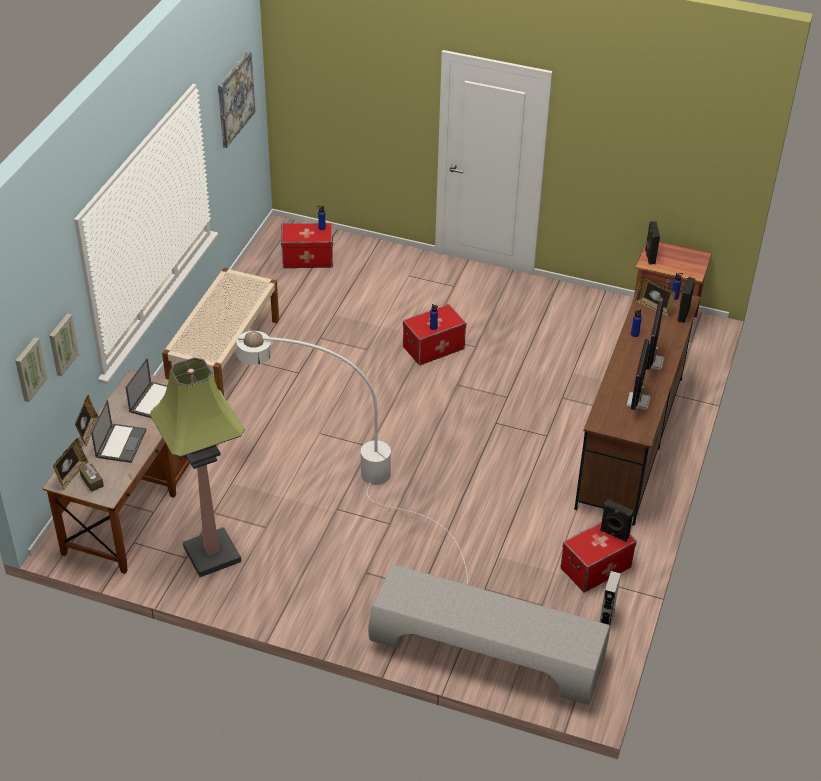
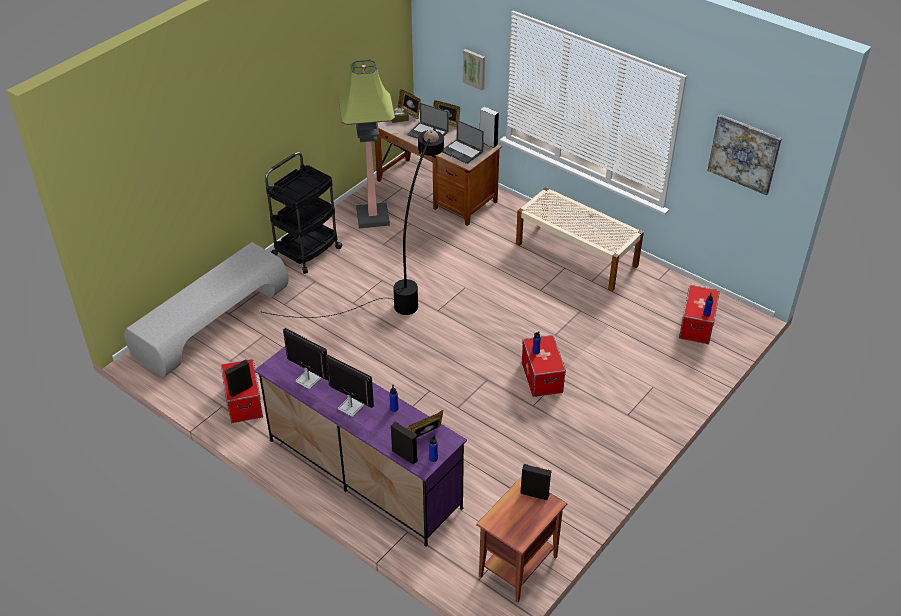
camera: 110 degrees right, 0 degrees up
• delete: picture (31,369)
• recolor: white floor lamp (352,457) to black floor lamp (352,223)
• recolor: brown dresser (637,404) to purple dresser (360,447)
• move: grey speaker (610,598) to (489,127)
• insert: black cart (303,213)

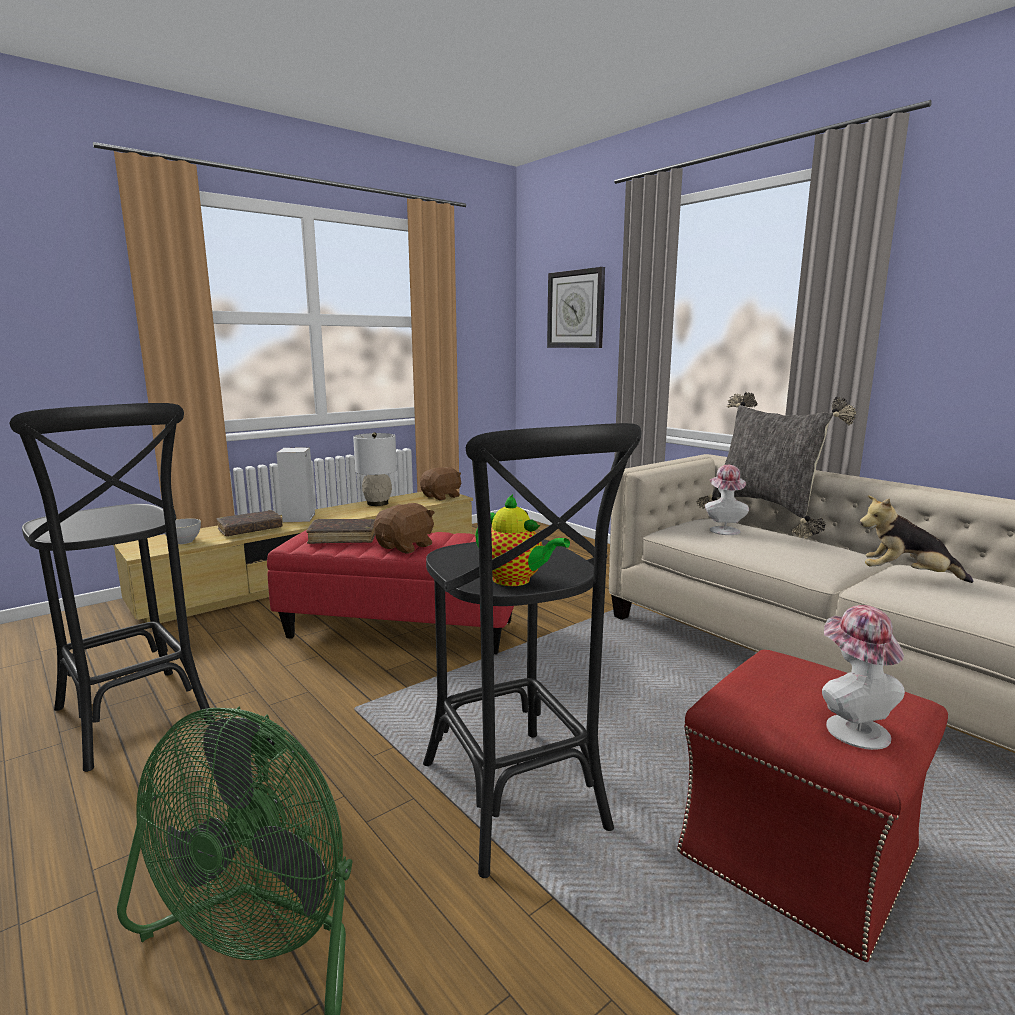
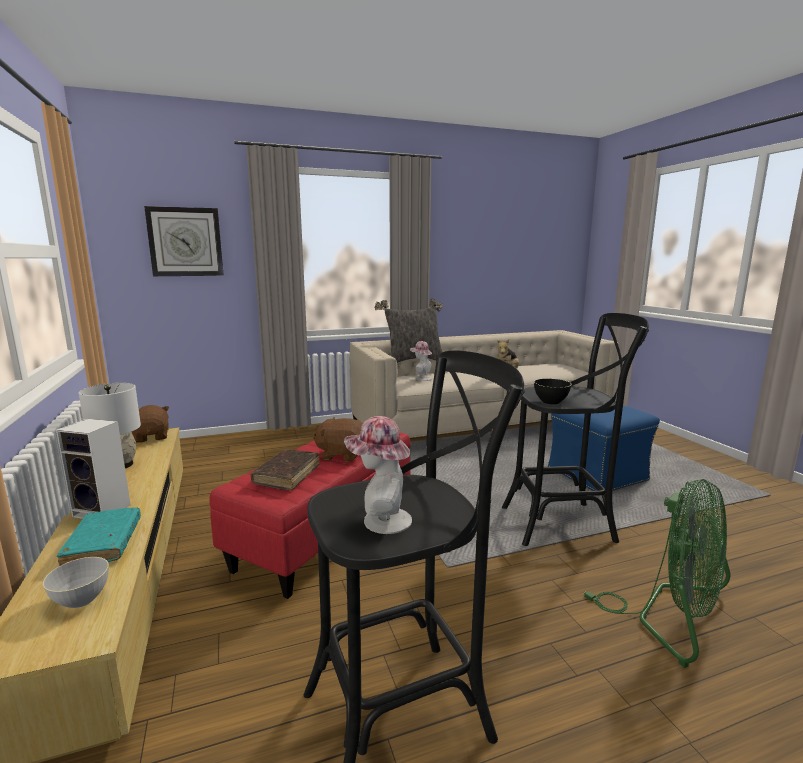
camera: 70 degrees left, 0 degrees up
• recolor: brown book (249,523) to turquoise book (99,537)
• rotate: brown plush toy (404,528) = (338,439) 45 degrees counterclockwise
• delete: teapot (522,540)
• recolor: red ottoman (812,806) to blue ottoman (604,448)
• move: hat (863,677) to (378,475)
• insert: black bowl (553,392)

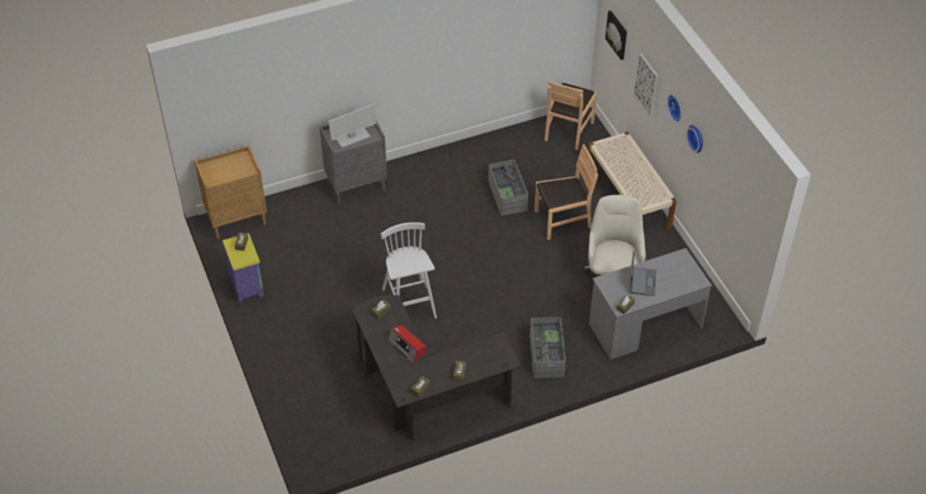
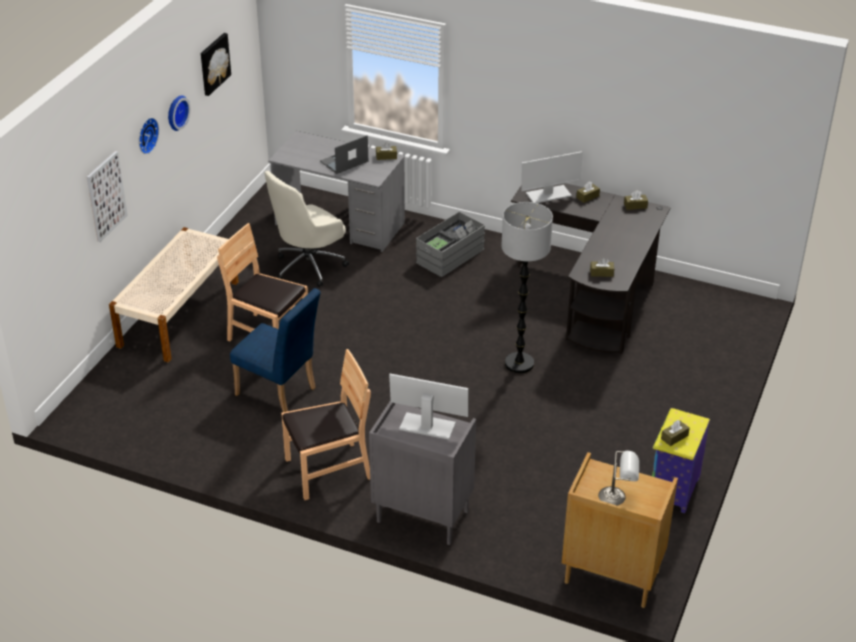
camera: 135 degrees left, 10 degrees down
• replace: white stool (409,270) to floor lamp (527,288)
• delete: radio (407,344)
• replace: grey storage box (508,188) to blue chair (275,350)
• move: brown chair (571,115) to (326,424)
• move: picture (616,35) to (216,64)
• insert: monitor (551,177)
• insert: white table lamp (618,478)

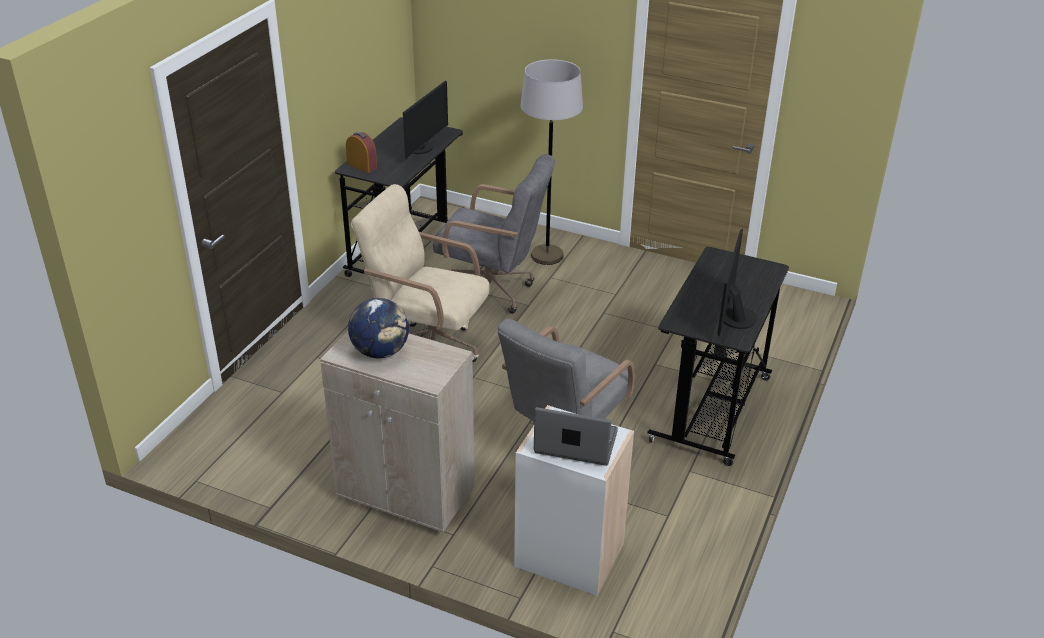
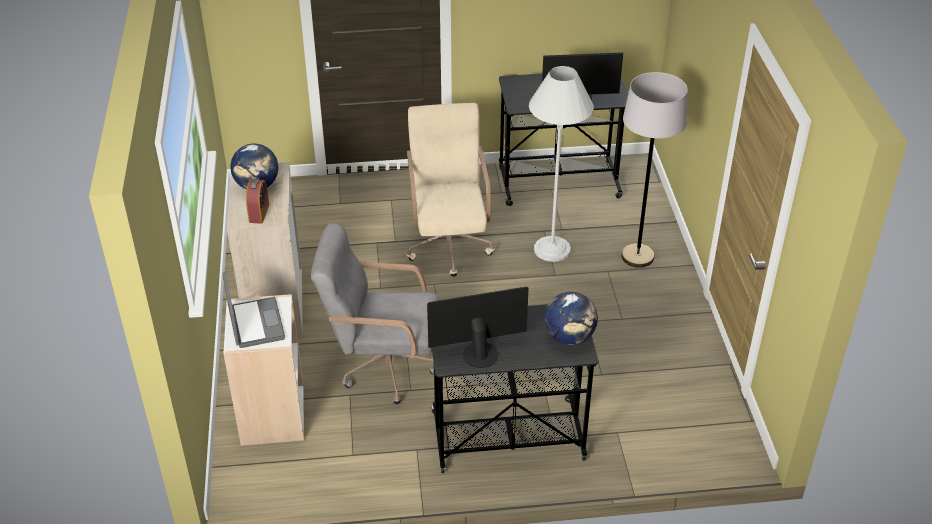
camera: 60 degrees right, 5 degrees up
• move: alarm clock (361,152) to (257,201)
• replace: grey office chair (494,234) to white floor lamp (561,164)
• insert: globe (571,318)

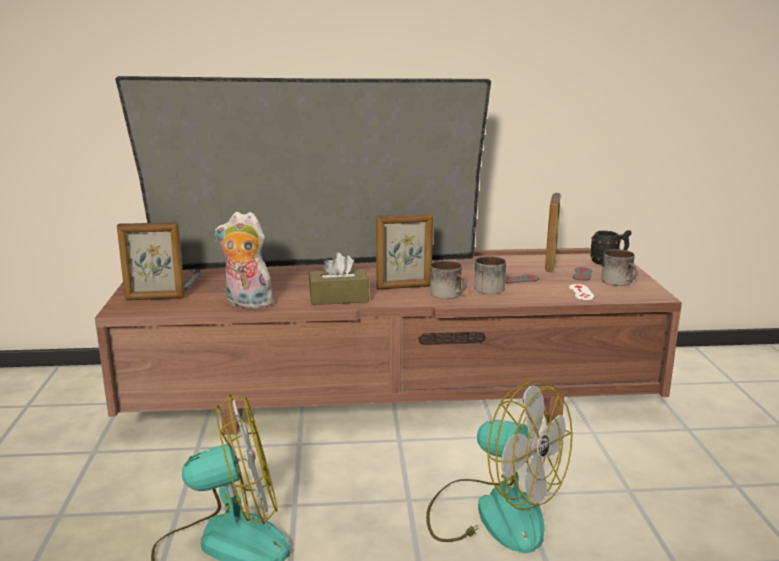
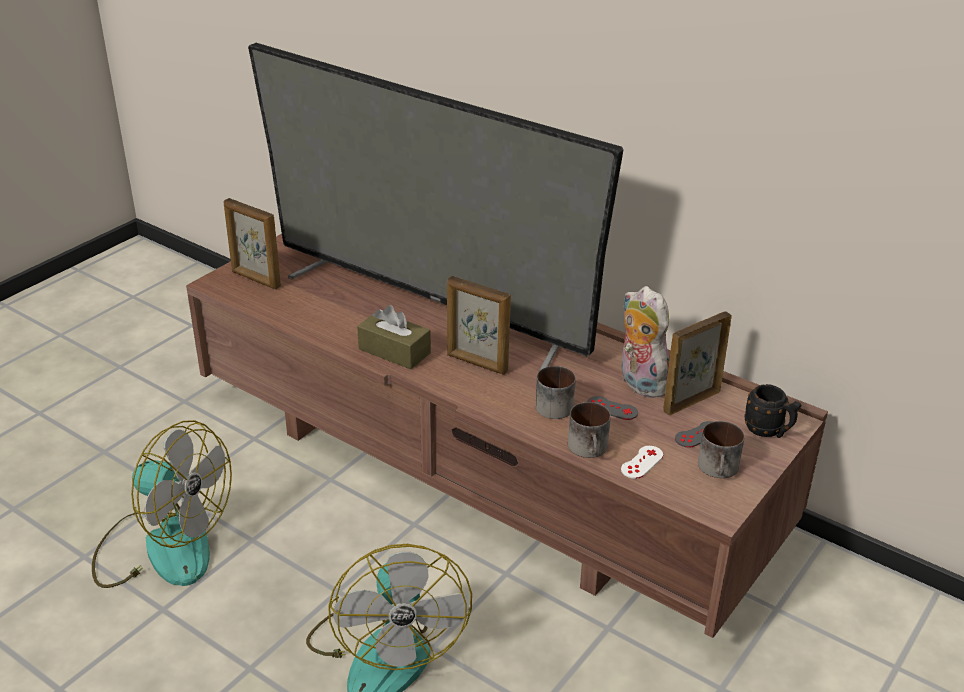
camera: 40 degrees right, 15 degrees up
• move: plush toy (246,260) to (645,342)
• move: mug (448,279) to (589,430)

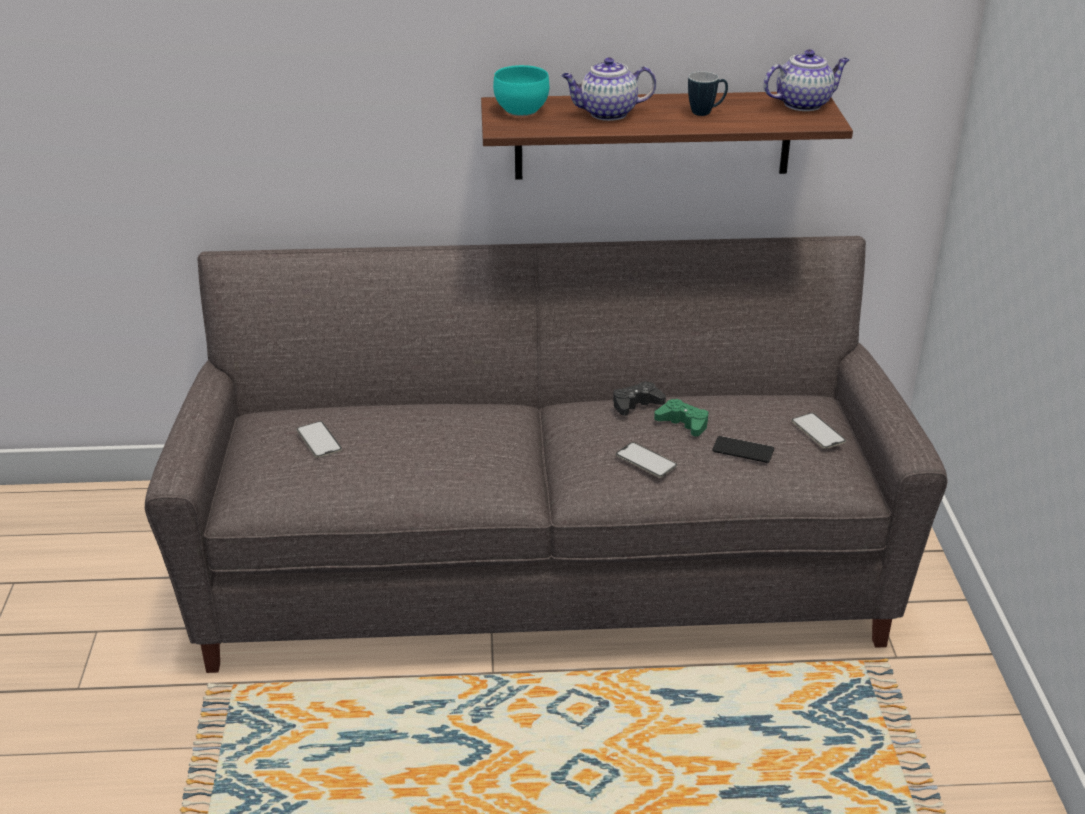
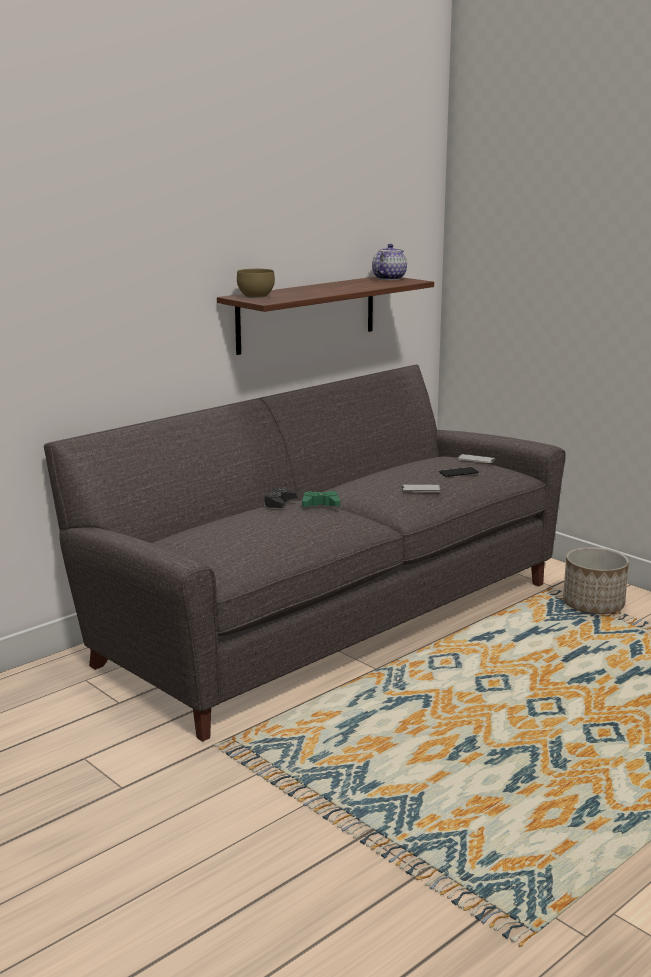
camera: 40 degrees left, 15 degrees down
• delete: phone (319,439)
• recolor: turquoise bowl (521,90) to brown bowl (256,283)
• delete: teapot (608,89)
• move: black game controller (639,398) to (281,497)
• move: green game controller (681,418) to (321,499)
• delete: mug (708,93)
• insert: planter (596,580)

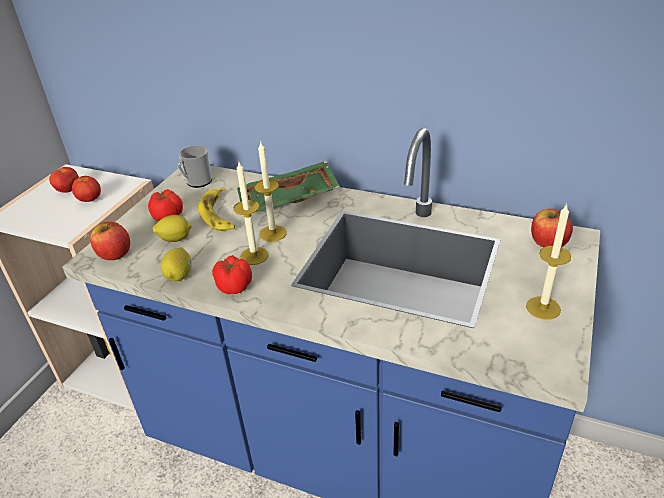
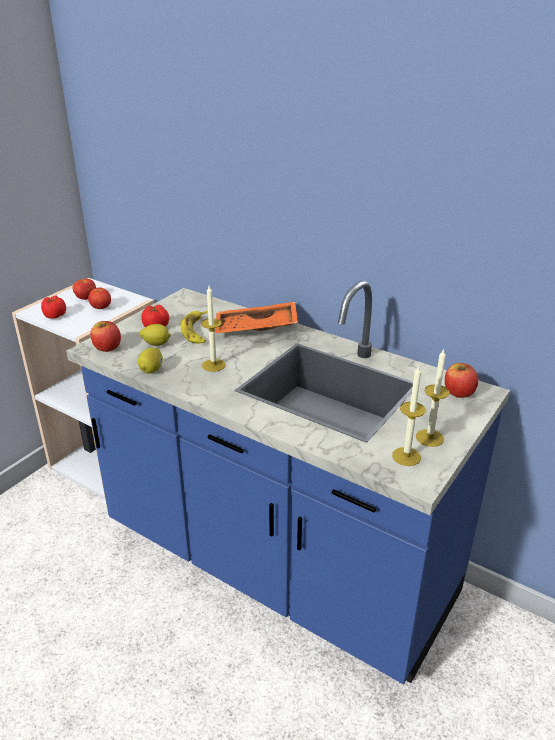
camera: 10 degrees right, 5 degrees down
• delete: mug (194,166)
• move: tomato (232,274) to (53,307)
• recolor: green tray (288,186) to orange tray (256,317)
• move: candle (270,191) to (409,415)

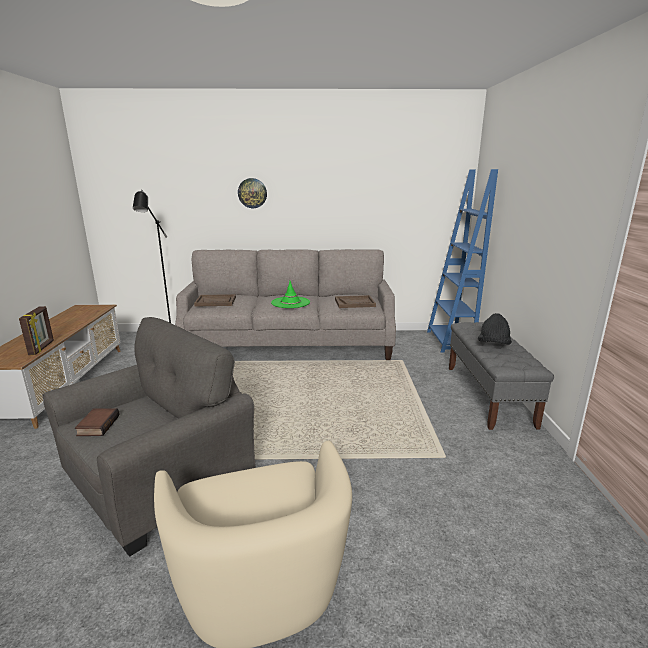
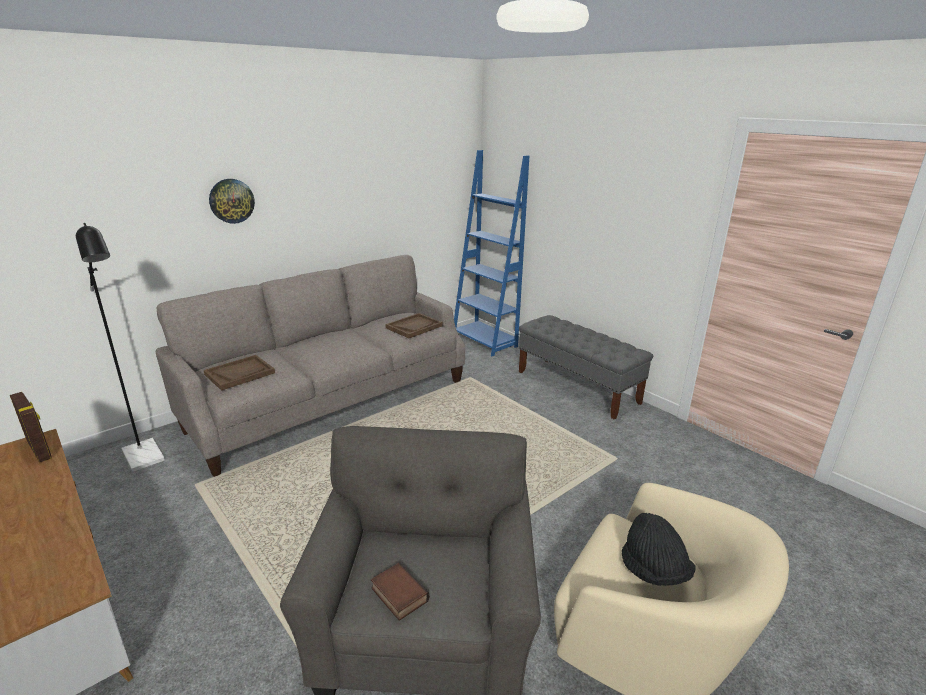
camera: 40 degrees left, 5 degrees up
• move: picture frame (36,330) to (31,427)
• delete: green hat (290,294)
• move: black hat (495,329) to (659,549)

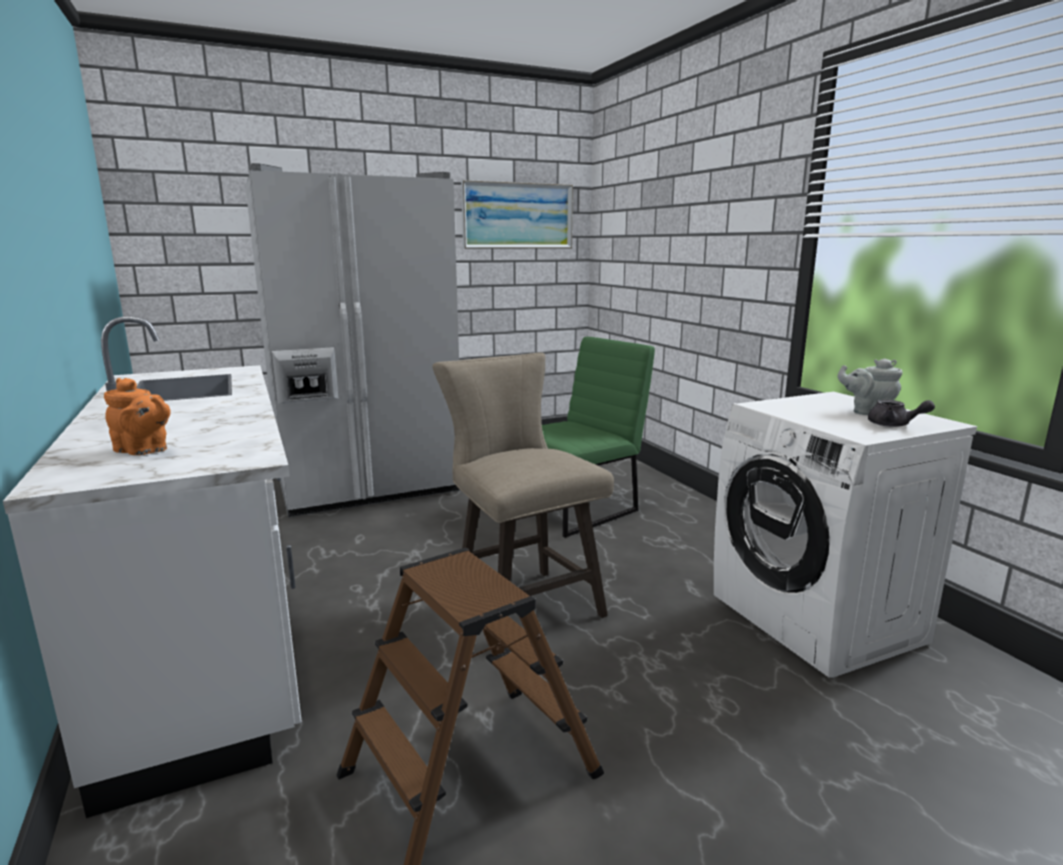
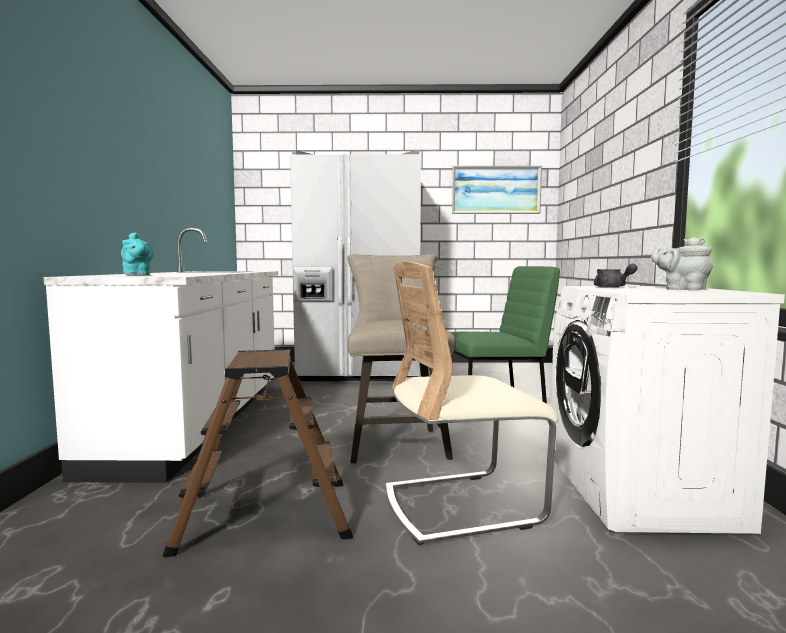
camera: 25 degrees right, 10 degrees down
• recolor: orange teapot (137,416) to turquoise teapot (137,253)
• move: grey teapot (901,413) to (615,276)
• insert: beige chair (472,403)

